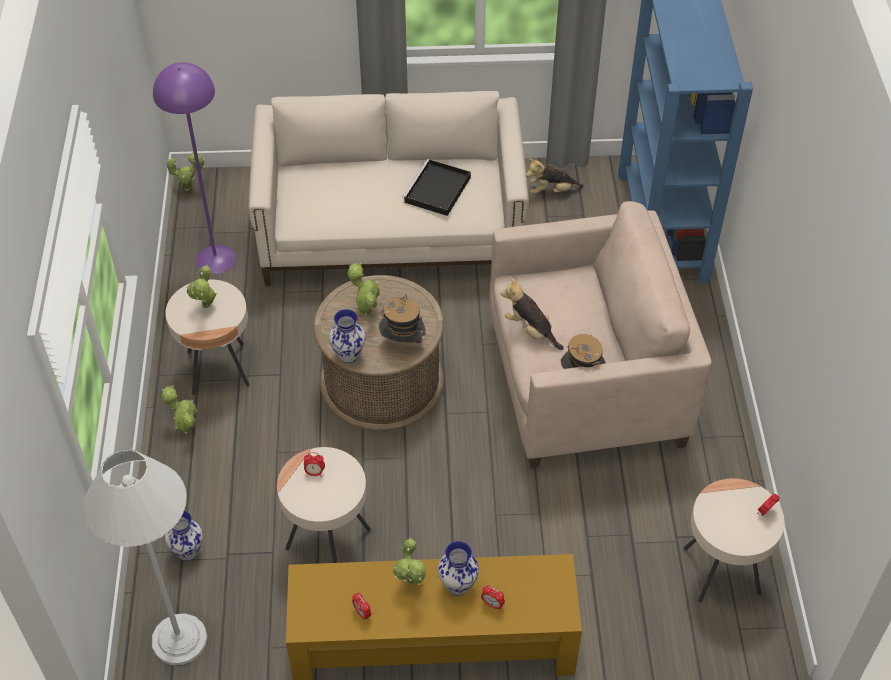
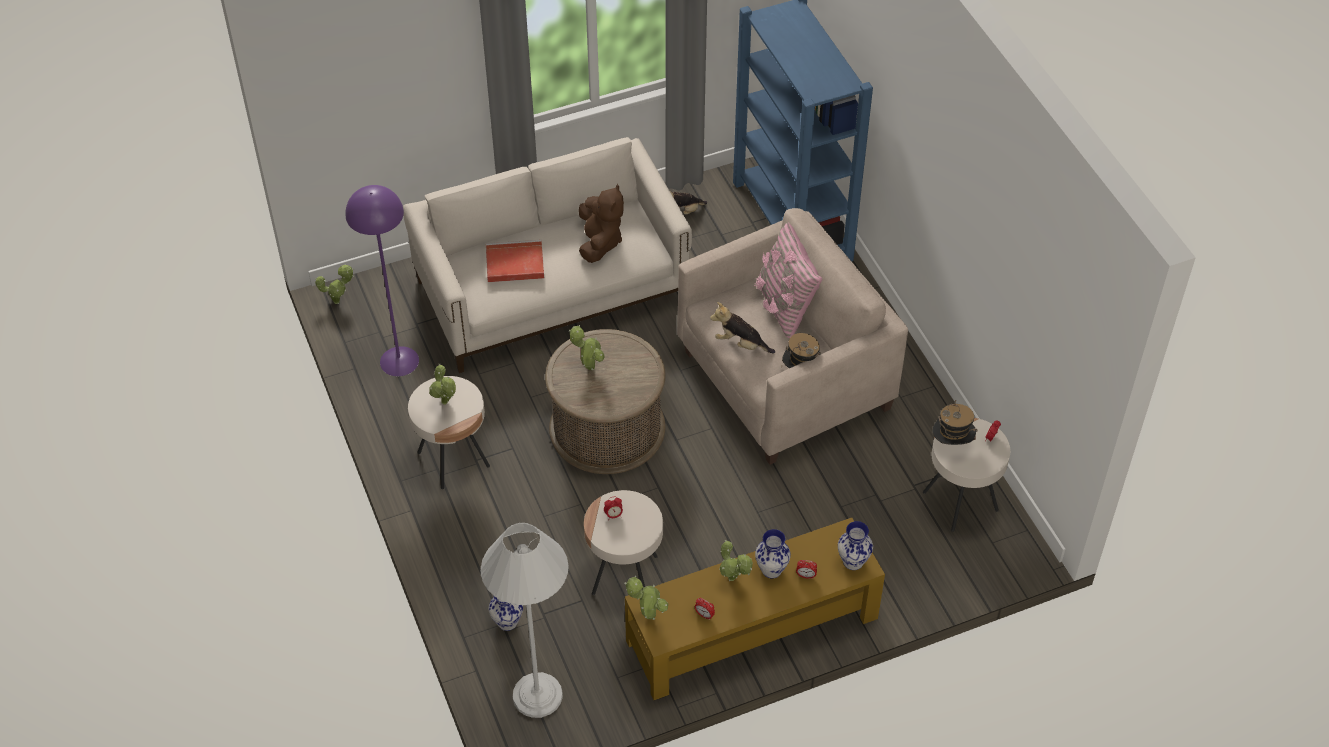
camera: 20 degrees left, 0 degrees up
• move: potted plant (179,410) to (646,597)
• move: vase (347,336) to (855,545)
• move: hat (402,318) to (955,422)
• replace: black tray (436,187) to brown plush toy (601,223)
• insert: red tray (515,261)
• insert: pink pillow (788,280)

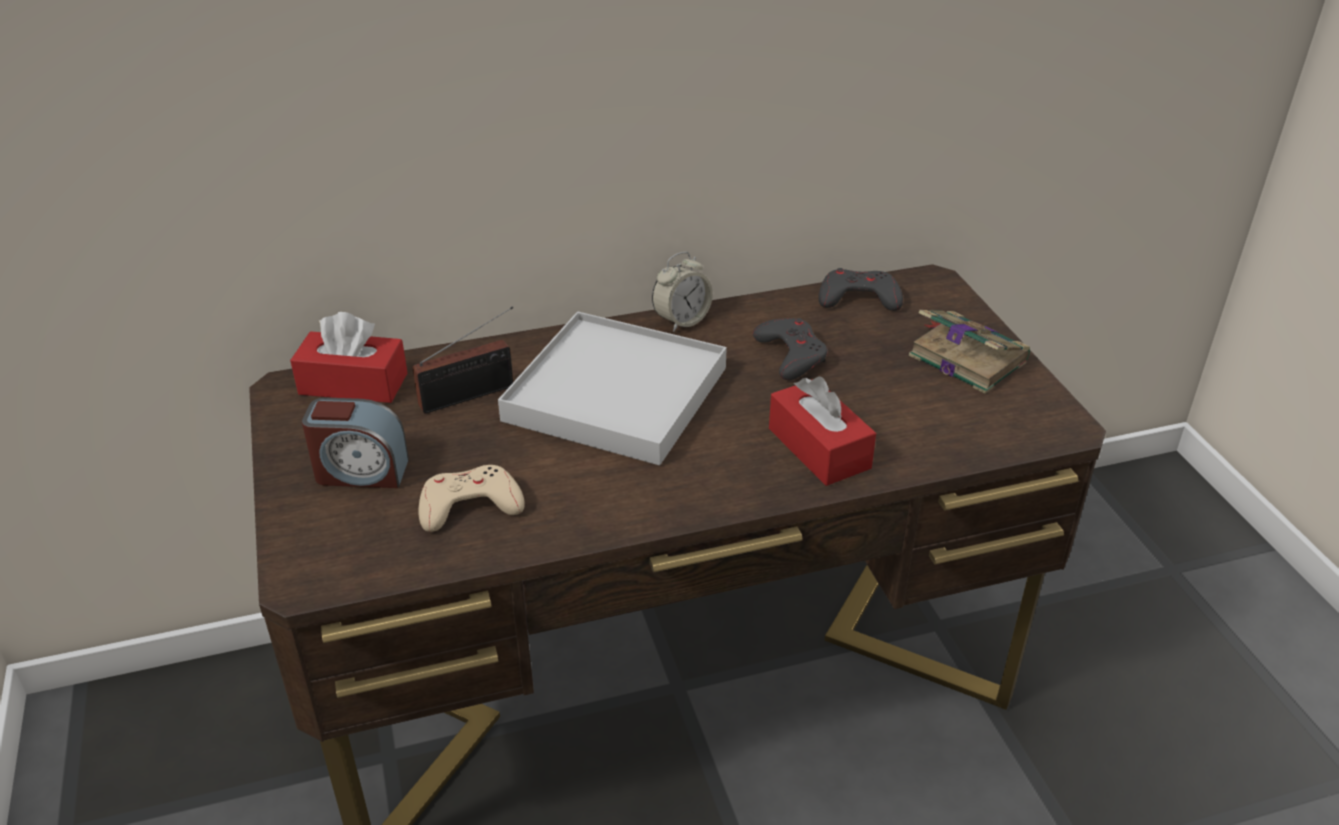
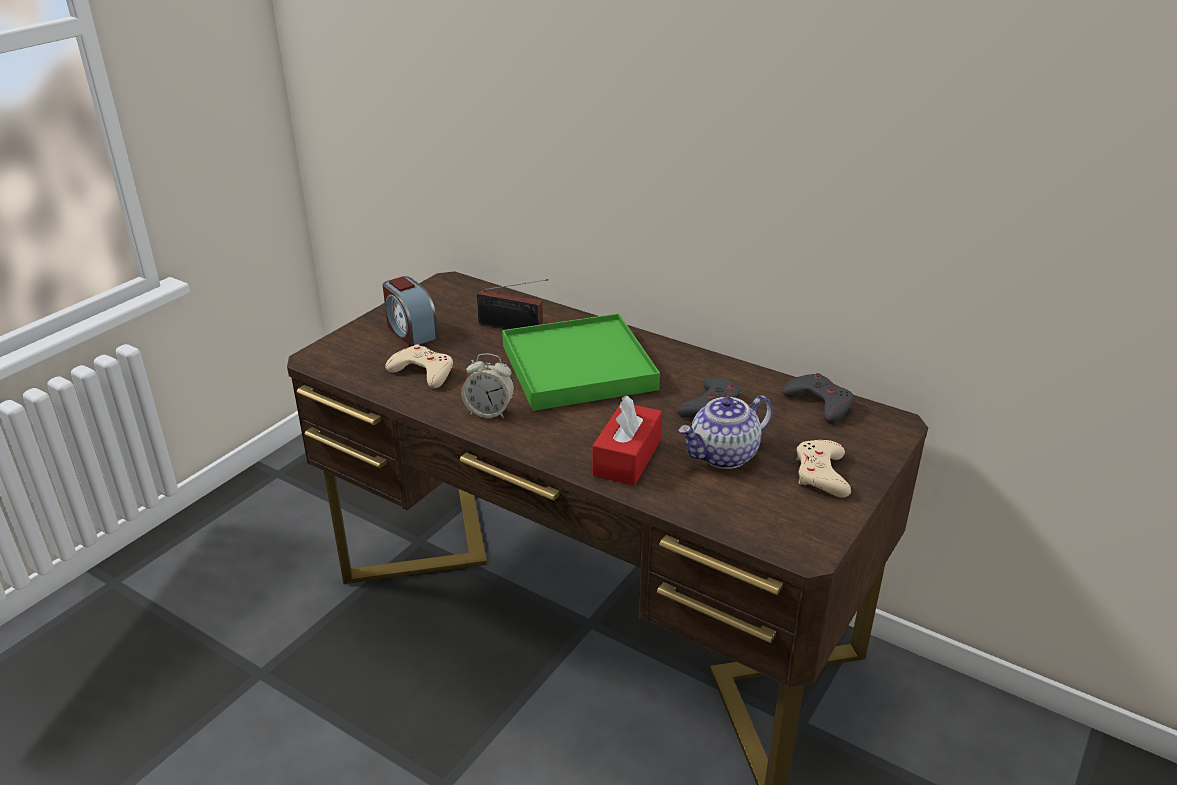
camera: 50 degrees right, 5 degrees down
• delete: red tissue box (349,357)
• recolor: white tray (612,388) to green tray (581,362)
• move: alarm clock (682,292) to (487,385)
• replace: book (969,352) to beige game controller (823,469)
• insert: teapot (725,432)

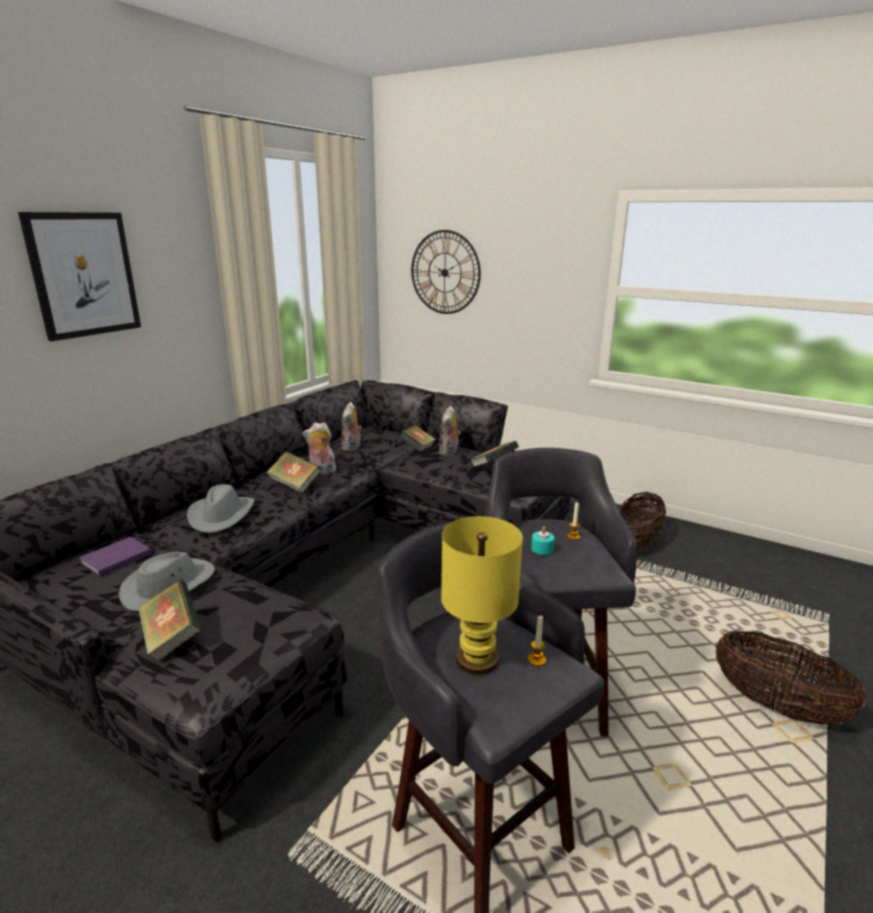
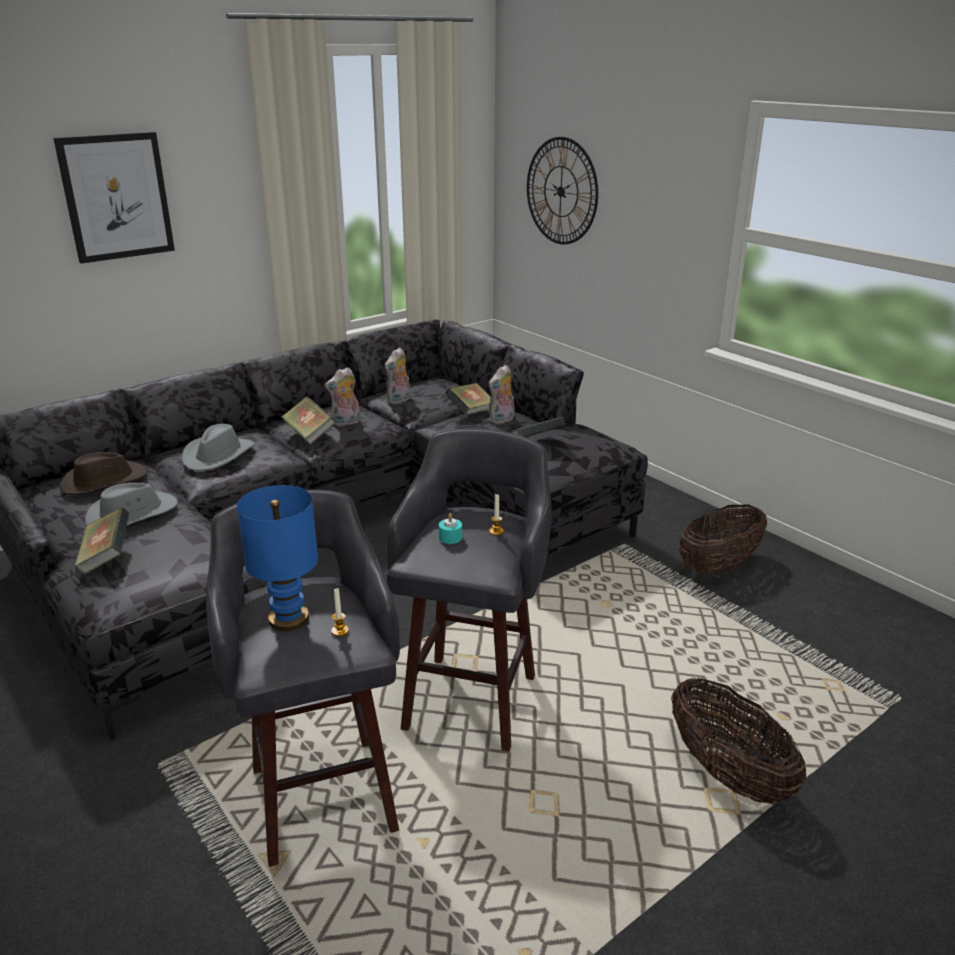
camera: 20 degrees right, 5 degrees up
• replace: purple book (115,557) to brown hat (104,473)
• rotate: plush toy (319,448) = (342,396) 60 degrees counterclockwise
• recolor: yellow table lamp (482,595) to blue table lamp (277,558)

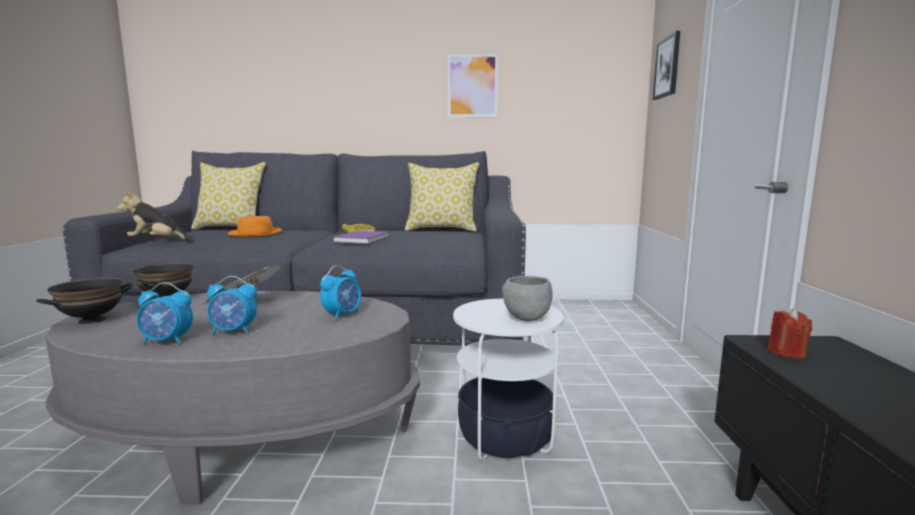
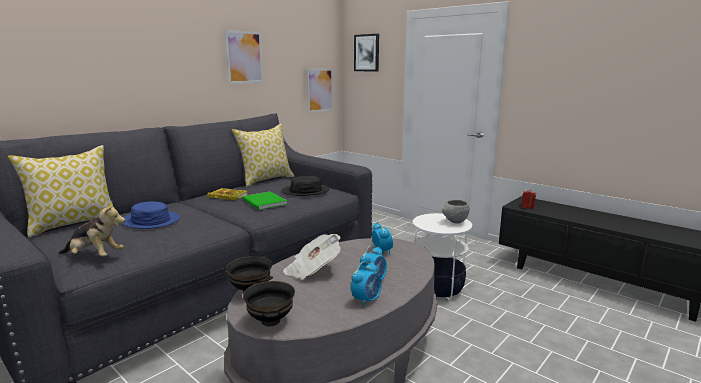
camera: 50 degrees left, 5 degrees up
• rotate: plush toy (156,216) = (92,229) 120 degrees counterclockwise
• recolor: orange hat (255,226) to blue hat (151,215)
• recolor: purple book (360,237) to green book (265,201)
• insert: black hat (306,186)
• insert: picture (320,91)

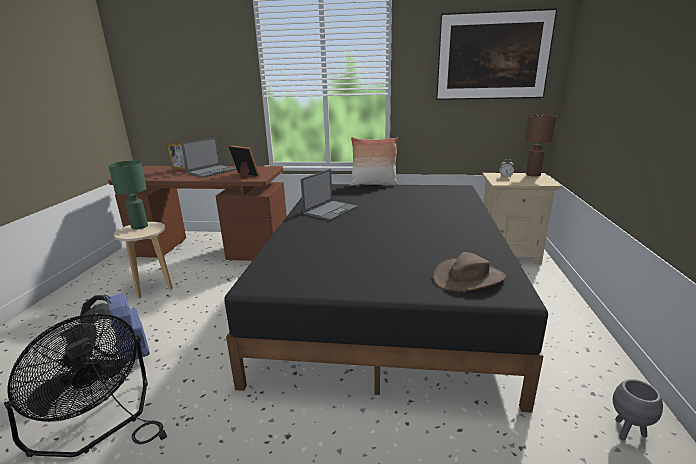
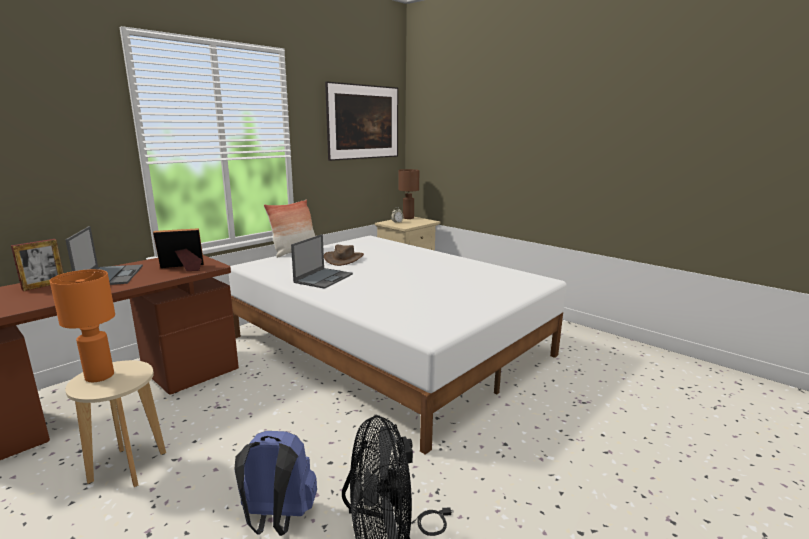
camera: 55 degrees left, 5 degrees down
• recolor: green table lamp (128,195) to orange table lamp (82,325)
• recolor: black bed (386,298) to white bed (398,345)
• rotate: laptop (329,195) = (322,261) 45 degrees clockwise
• move: brown hat (469,272) to (344,255)
• delete: grey planter (638,409)

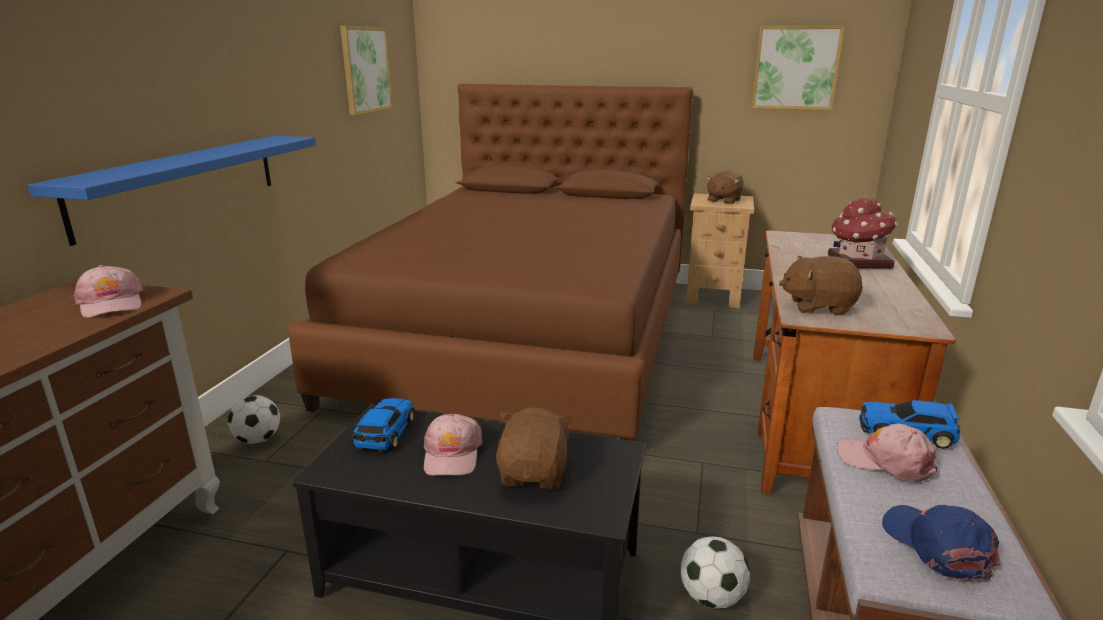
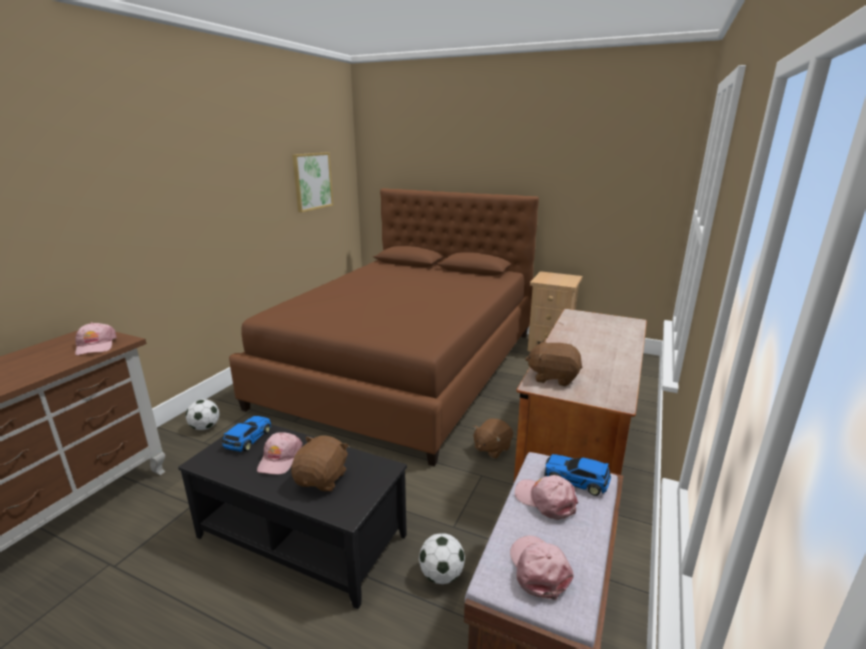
camera: 10 degrees right, 0 degrees up
• delete: blue shelf (172,191)
• move: brown plush toy (725,188) to (493,438)
• delete: picture (798,67)
• delete: toy house (863,233)
• recolor: blue cap (941,543) to pink cap (542,568)

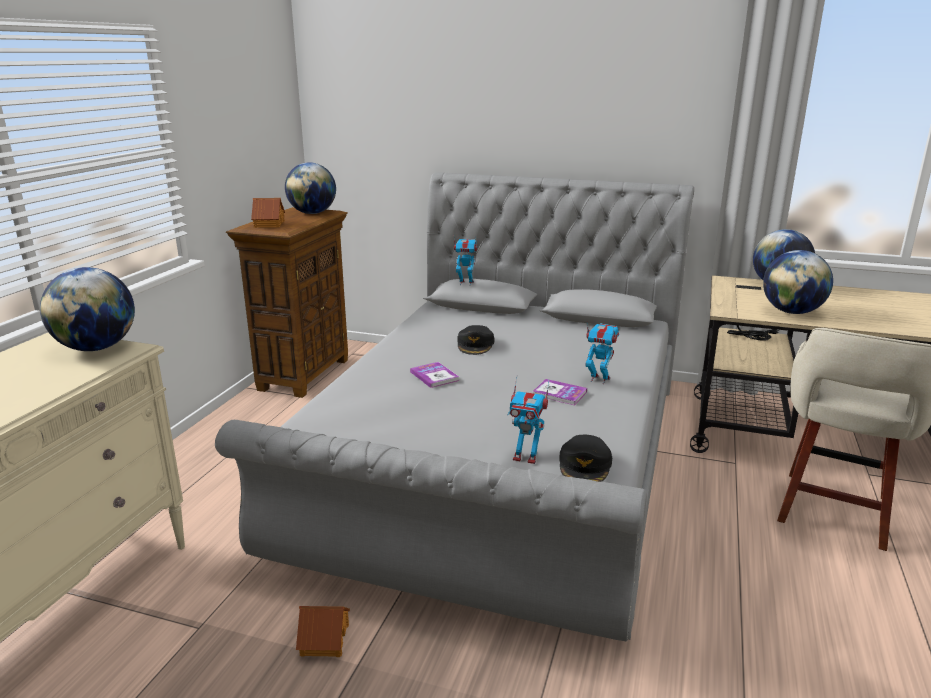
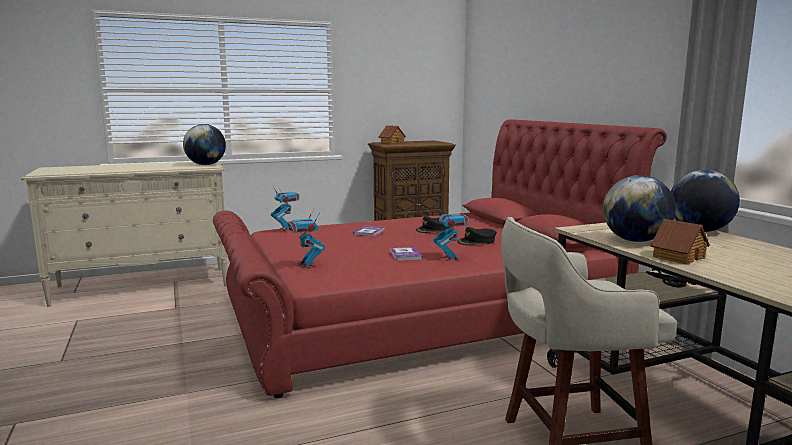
camera: 50 degrees right, 10 degrees down
• recolor: grey bed (454,407) to red bed (440,258)
• delete: globe (310,188)
• move: toy house (323,631) to (680,242)
• move: toy robot (465,261) to (285,209)
• move: black cap (585,458) to (477,236)

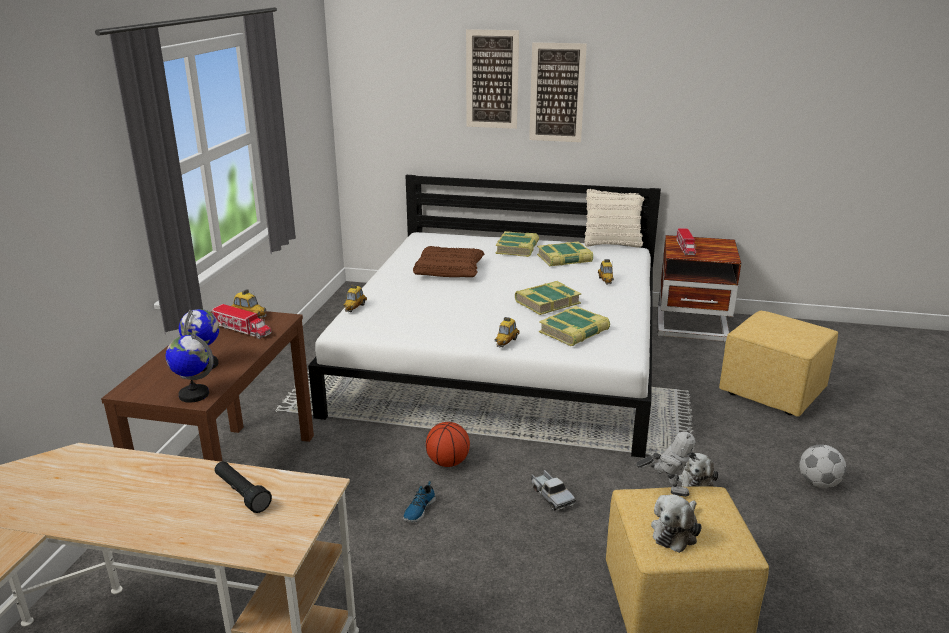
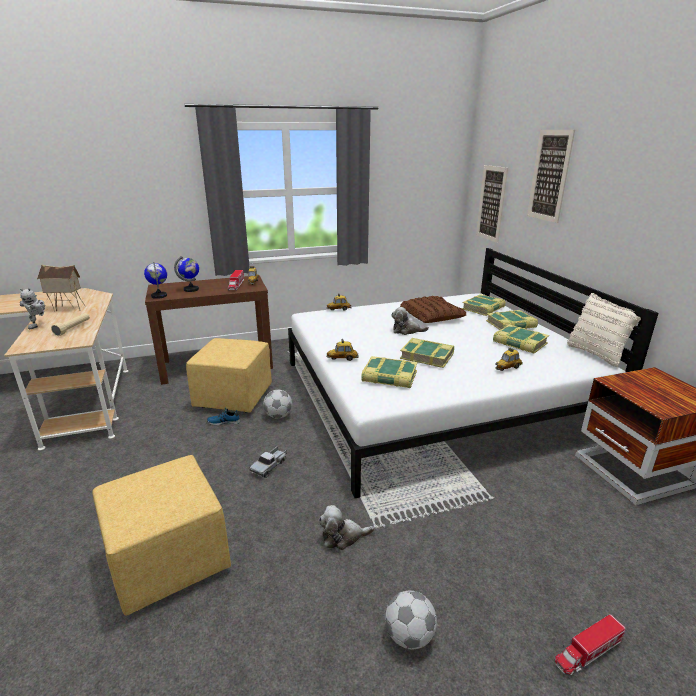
camera: 60 degrees right, 0 degrees up
• recolor: black flashlight (243,487) to beige flashlight (70,324)
• replace: basketball (448,444) to football (277,404)
• move: picture (558,92) to (492,204)
• move: toy robot (668,462) to (32,308)
• move: plush toy (676,523) to (410,321)
• move: toy truck (686,242) to (590,645)
• move: yellow ottoman (778,364) to (229,375)
• insert: toy house (61,288)
• insert: book (484,305)

